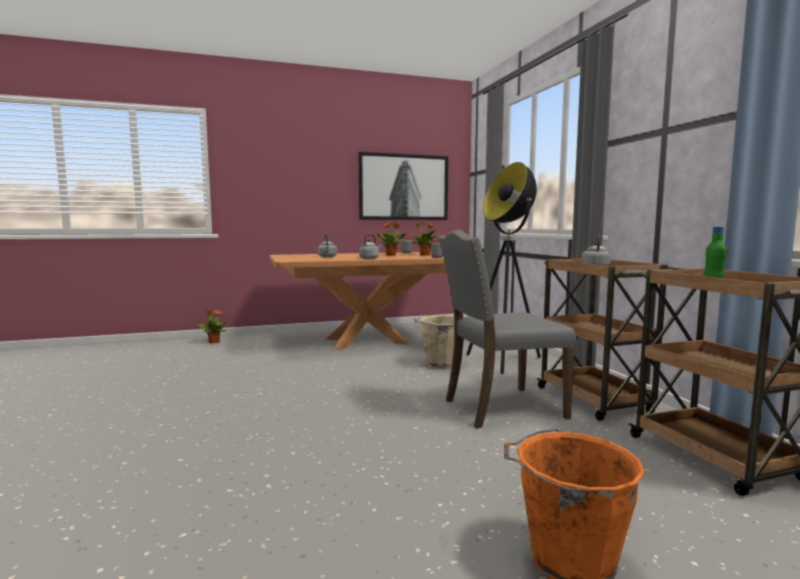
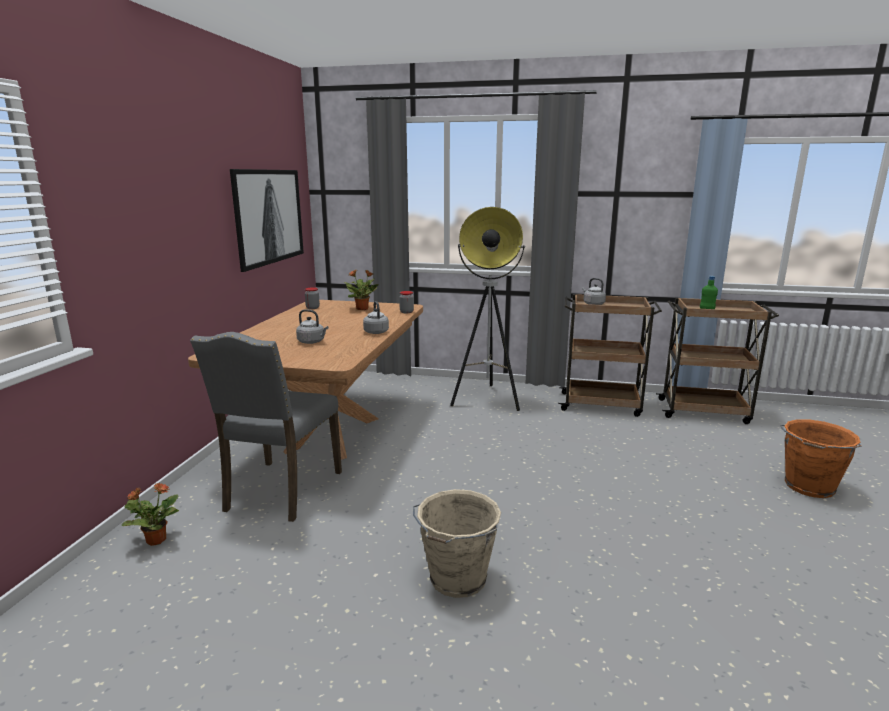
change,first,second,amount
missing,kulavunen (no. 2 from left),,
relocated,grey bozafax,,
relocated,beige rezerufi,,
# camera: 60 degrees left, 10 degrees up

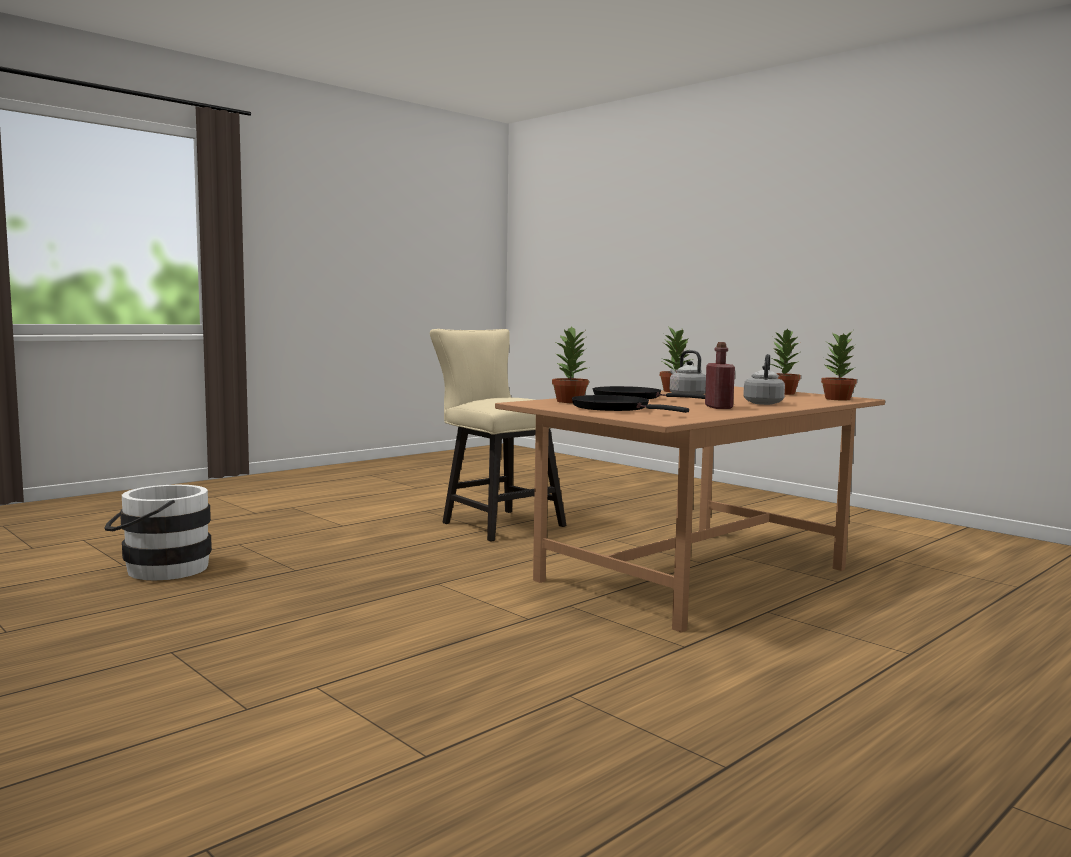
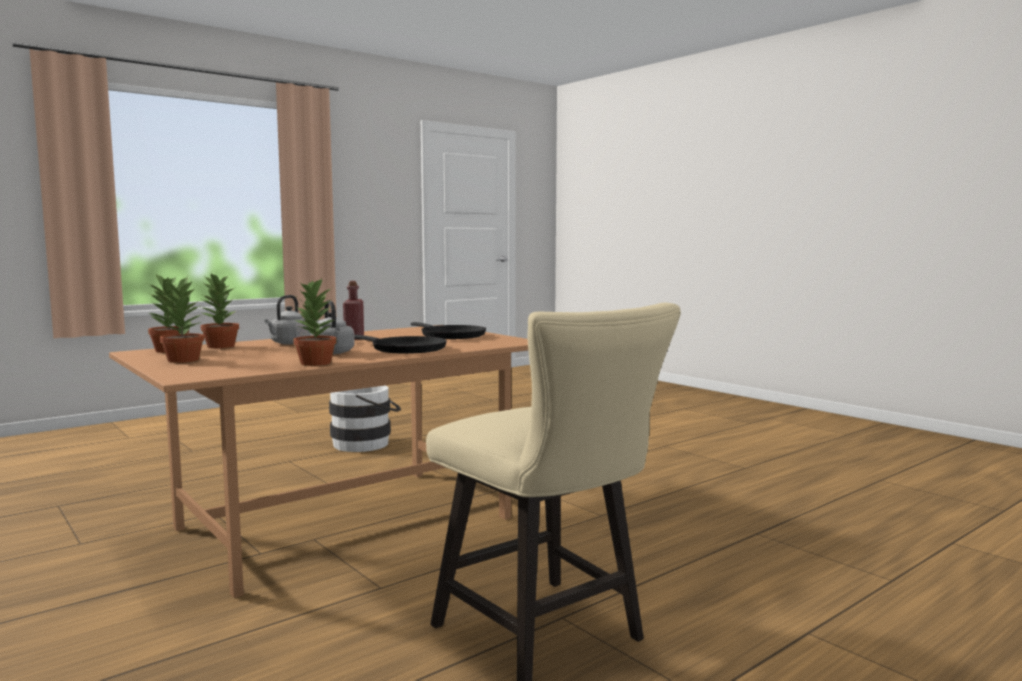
change,first,second,amount
relocated,kulavunen (no. 1 from left in the first image),kulavunen (no. 3 from left),
relocated,white rezerufi,,
# camera: 175 degrees left, 0 degrees up

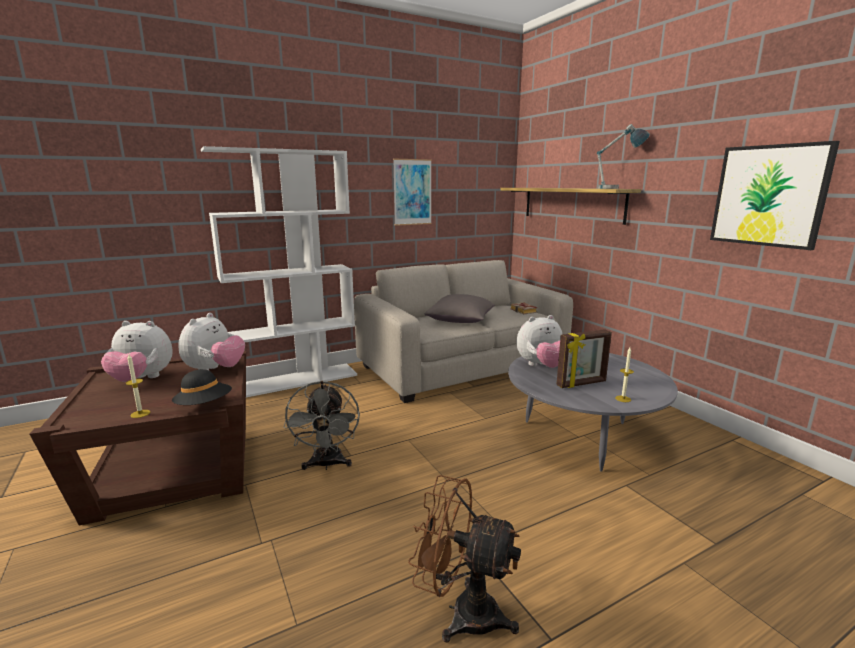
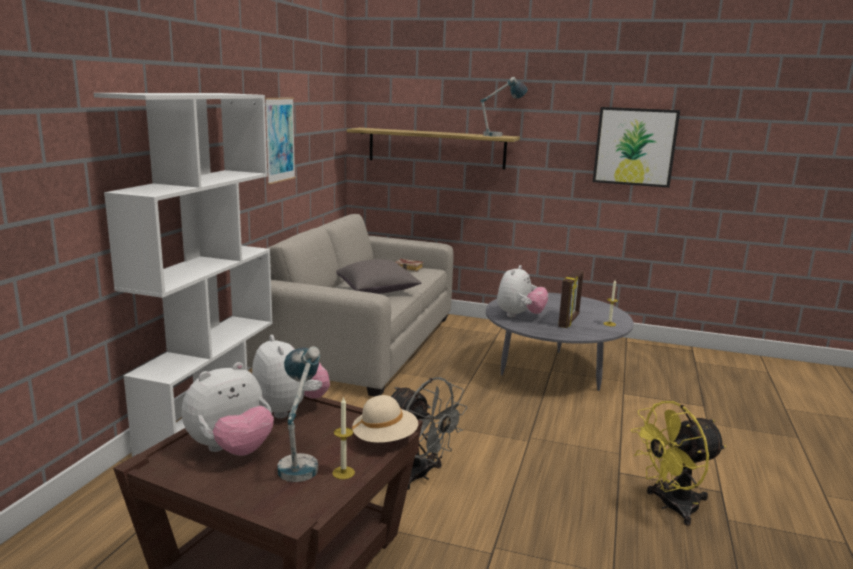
change,first,second,amount
colour,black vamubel,beige vamubel,
colour,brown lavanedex,yellow lavanedex,
appeared,,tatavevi (no. 1 from left),
# camera: 45 degrees left, 0 degrees up

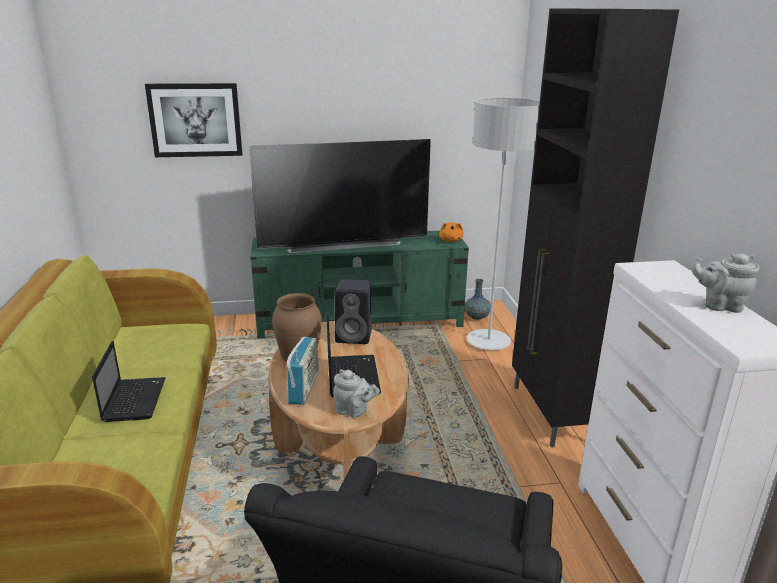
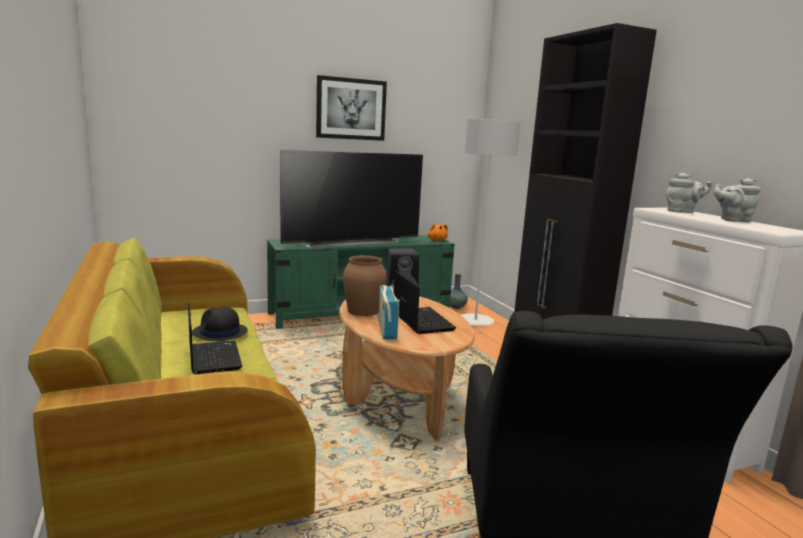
change,first,second,amount
relocated,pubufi,,
relocated,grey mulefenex (no. 1 from left),,
appeared,,black vamubel,
# camera: 15 degrees left, 10 degrees down

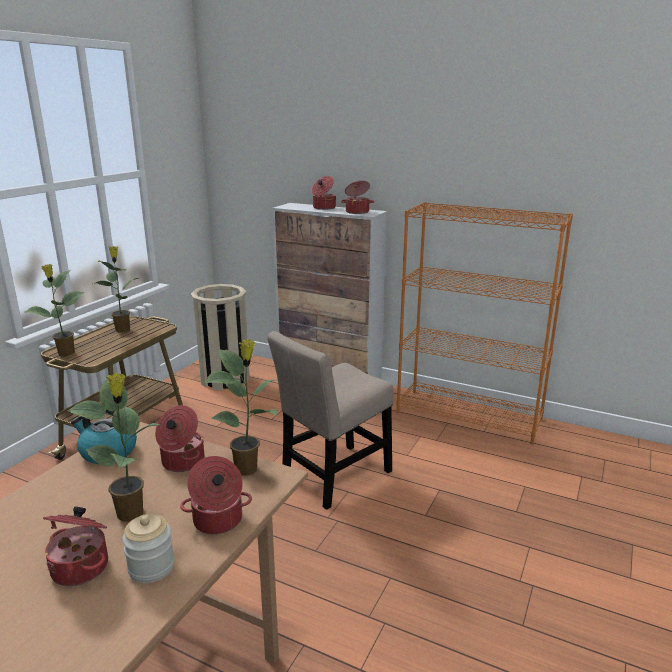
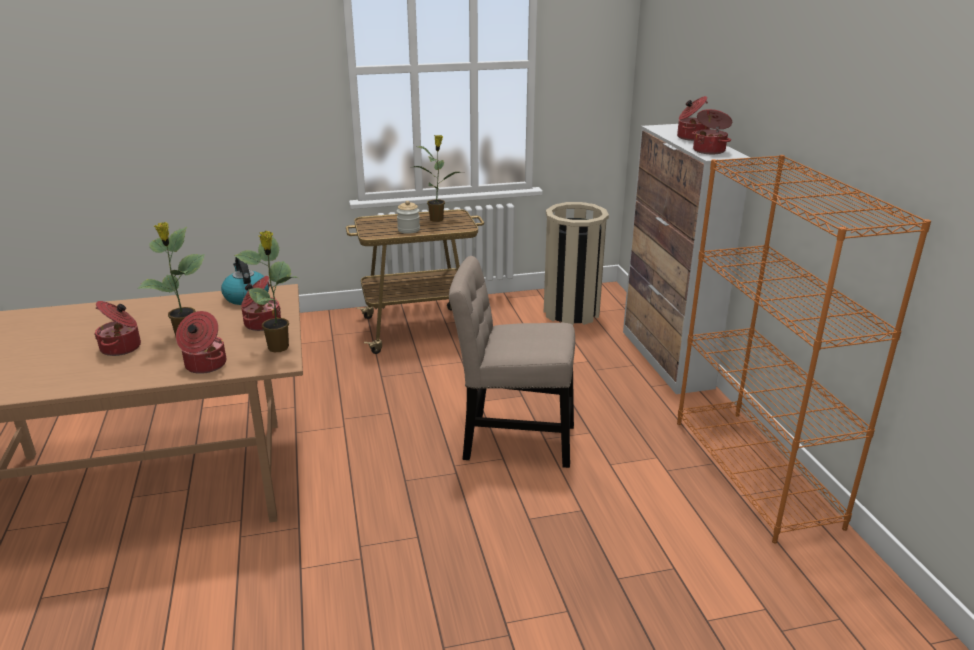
change,first,second,amount
missing,kulavunen (no. 1 from left),,
relocated,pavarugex,,
# camera: 50 degrees right, 5 degrees up

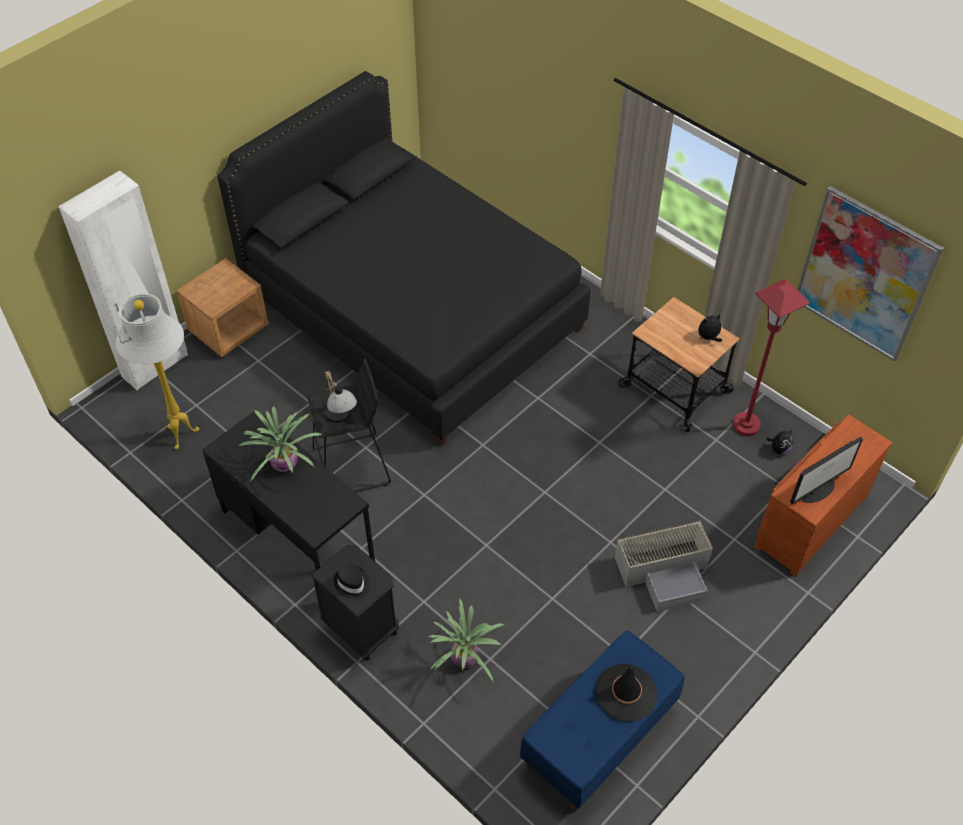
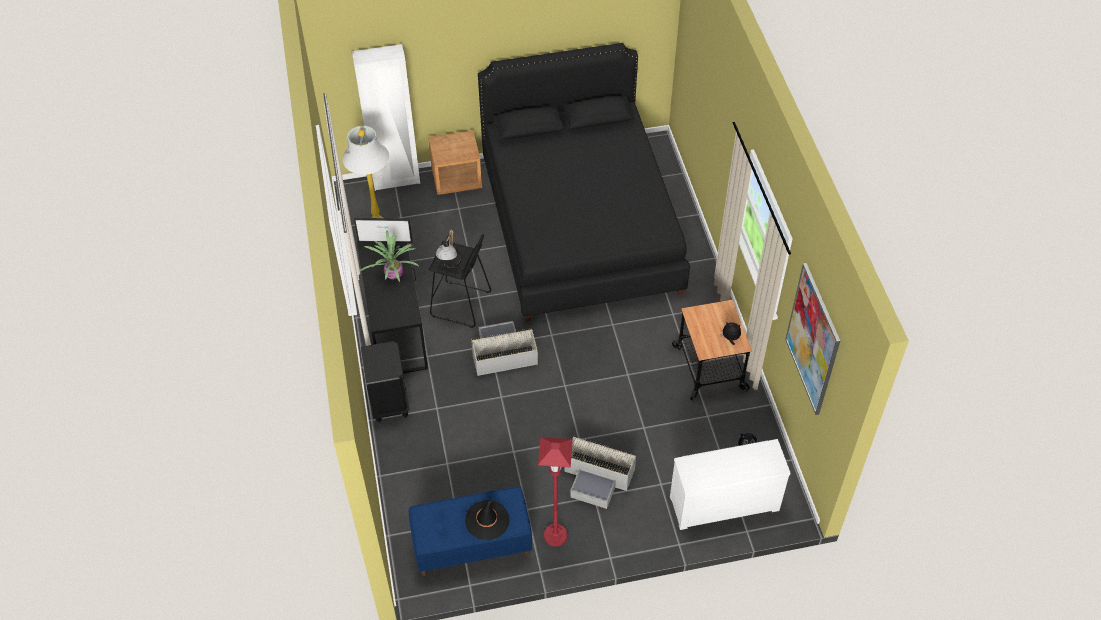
change,first,second,amount
relocated,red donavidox,,
colour,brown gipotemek,white gipotemek,
relocated,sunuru,,
missing,black vamubel (no. 1 from left),,
missing,kulavunen (no. 2 from left),,
appeared,,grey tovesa (no. 1 from left),
# camera: 35 degrees right, 0 degrees up

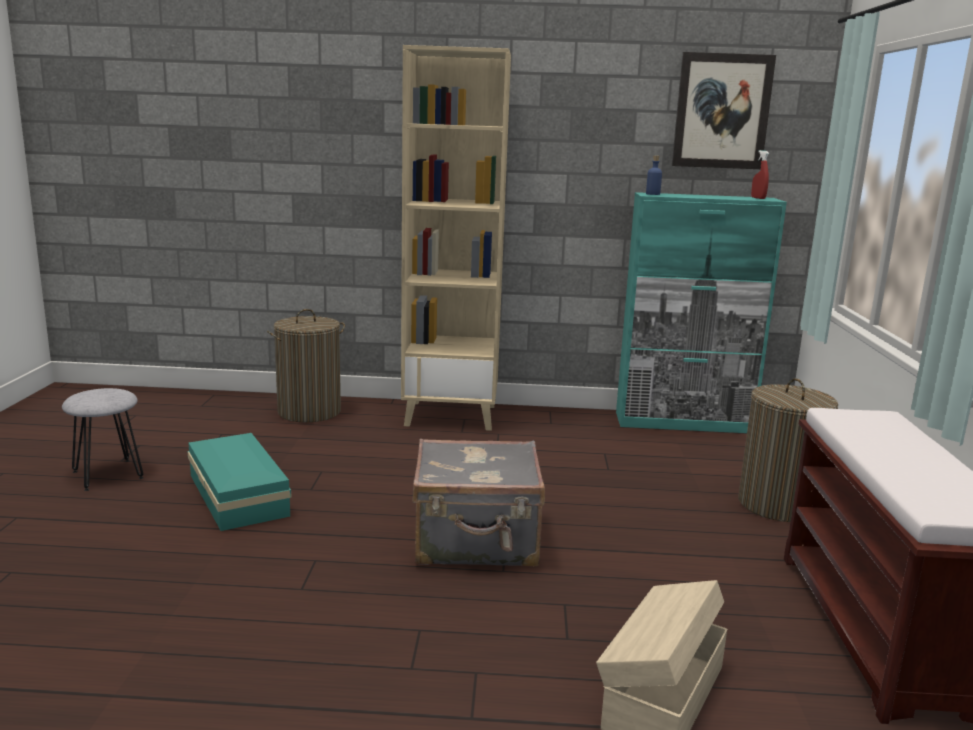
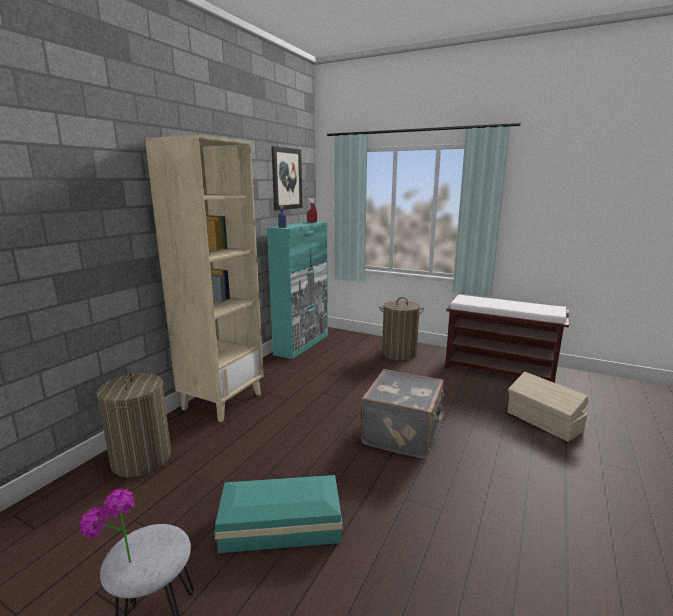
change,first,second,amount
appeared,,kulavunen,
# camera: 65 degrees left, 0 degrees up

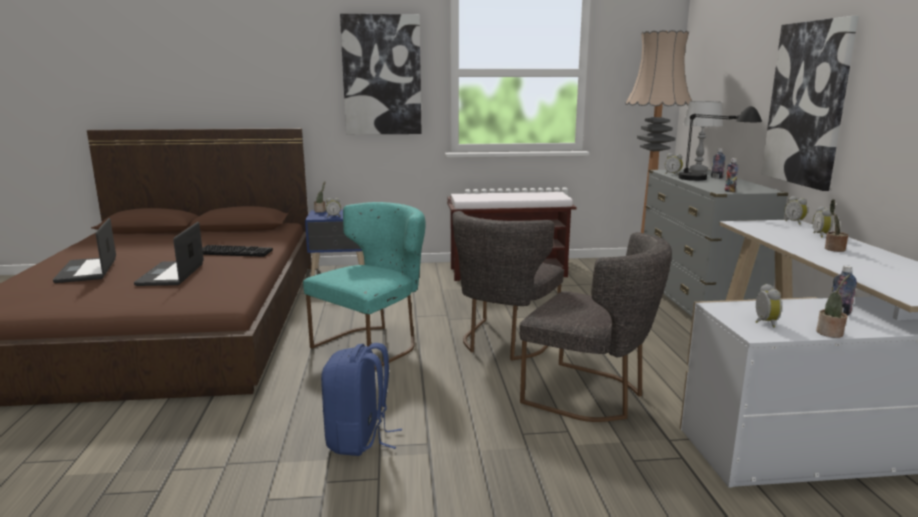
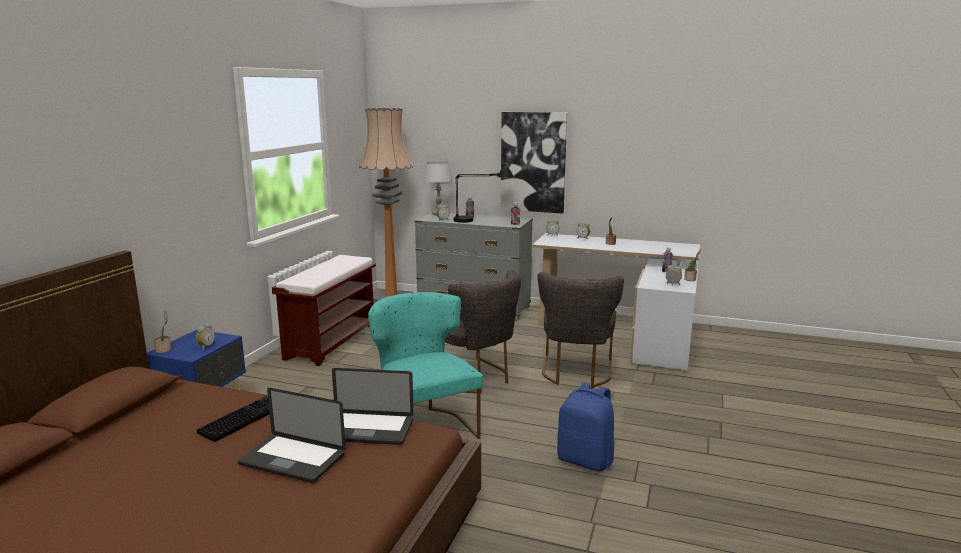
change,first,second,amount
missing,pubufi (no. 1 from left),,
relocated,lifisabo (no. 1 from left in the first image),lifisabo (no. 2 from left),
spun,grey bozafax (no. 2 from left),,135 degrees clockwise
# camera: 65 degrees left, 0 degrees up

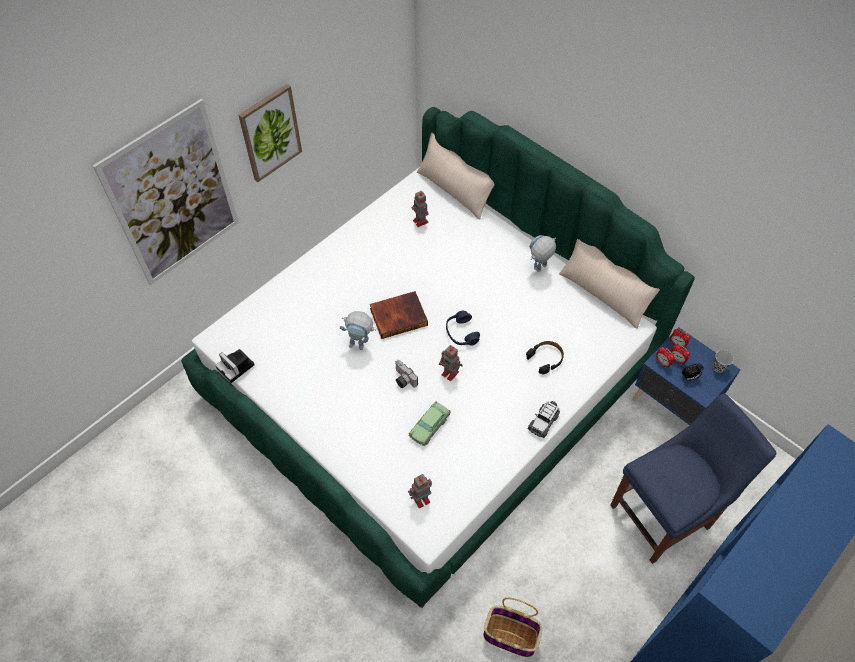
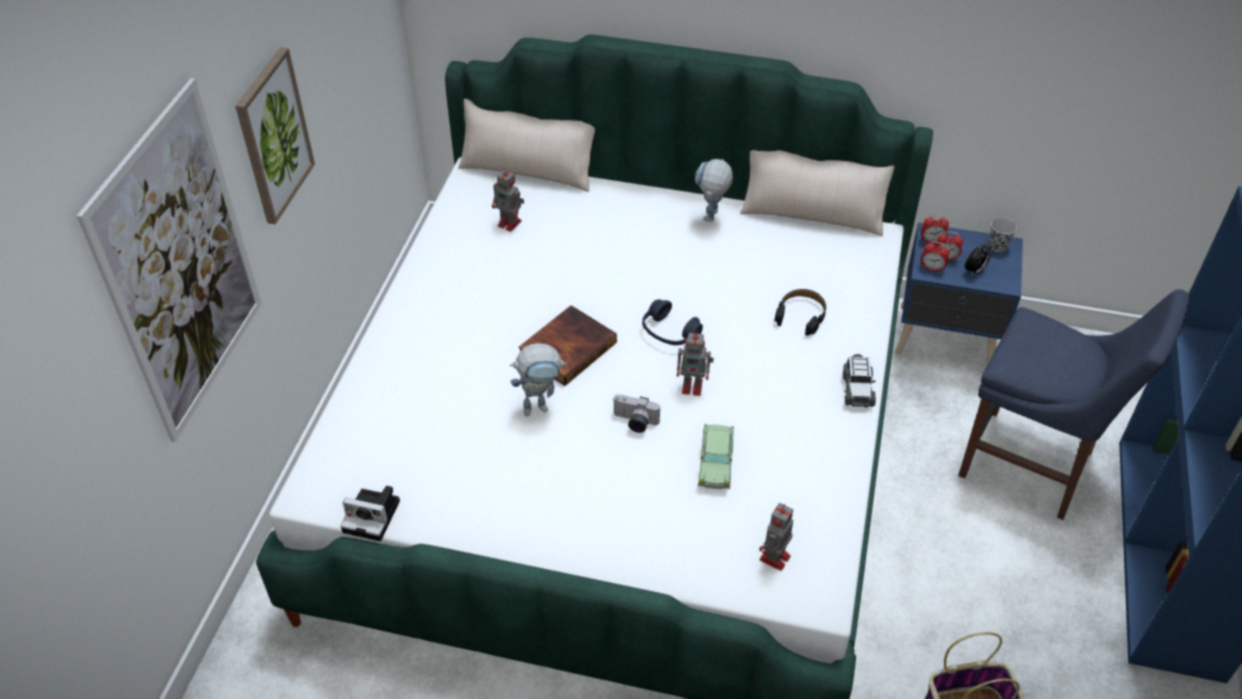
change,first,second,amount
spun,blue bozafax,,90 degrees clockwise
# camera: 30 degrees left, 10 degrees down

